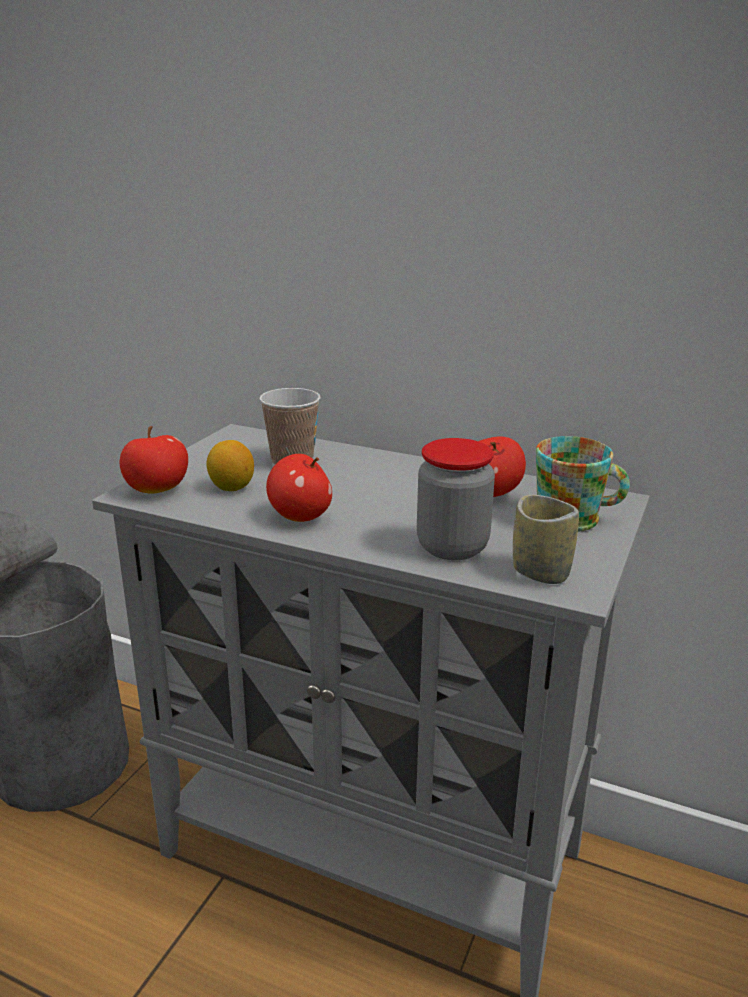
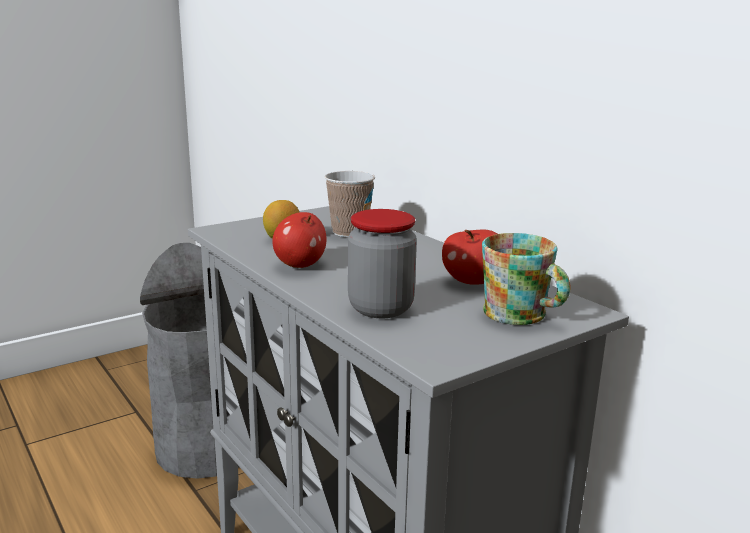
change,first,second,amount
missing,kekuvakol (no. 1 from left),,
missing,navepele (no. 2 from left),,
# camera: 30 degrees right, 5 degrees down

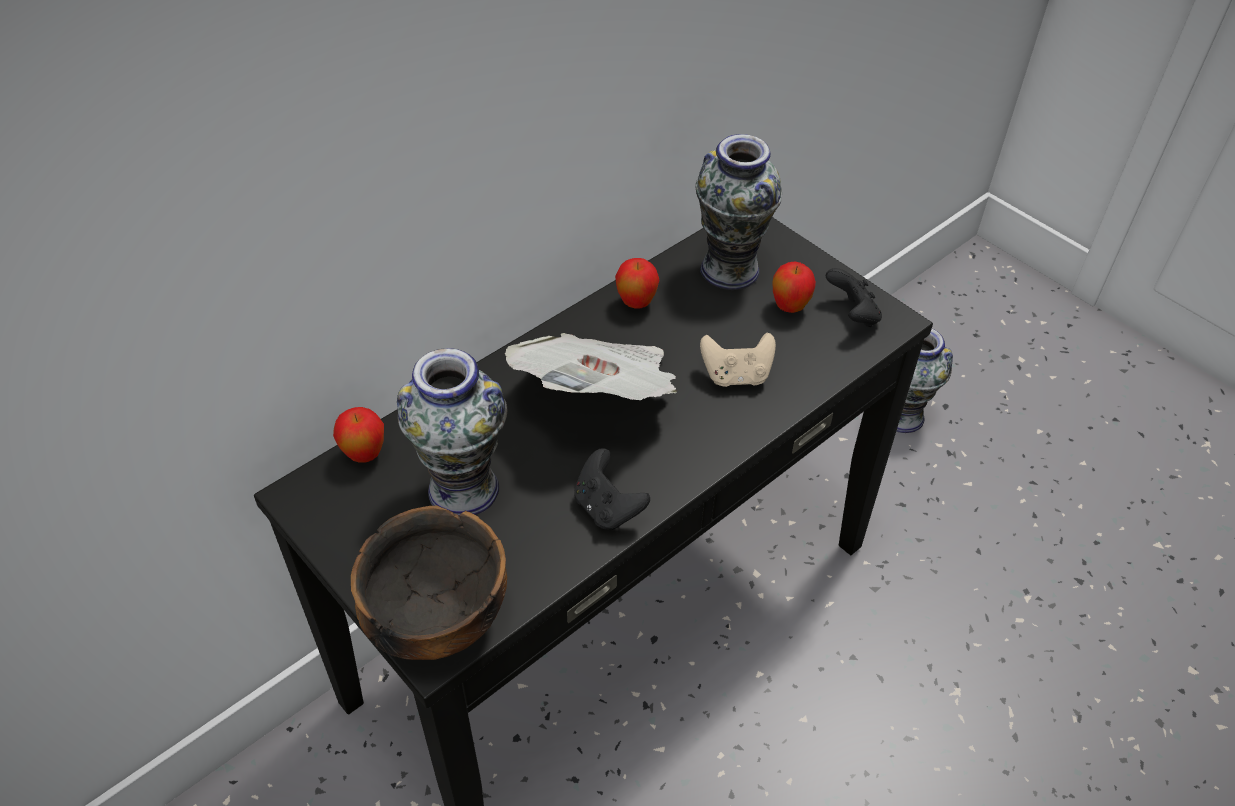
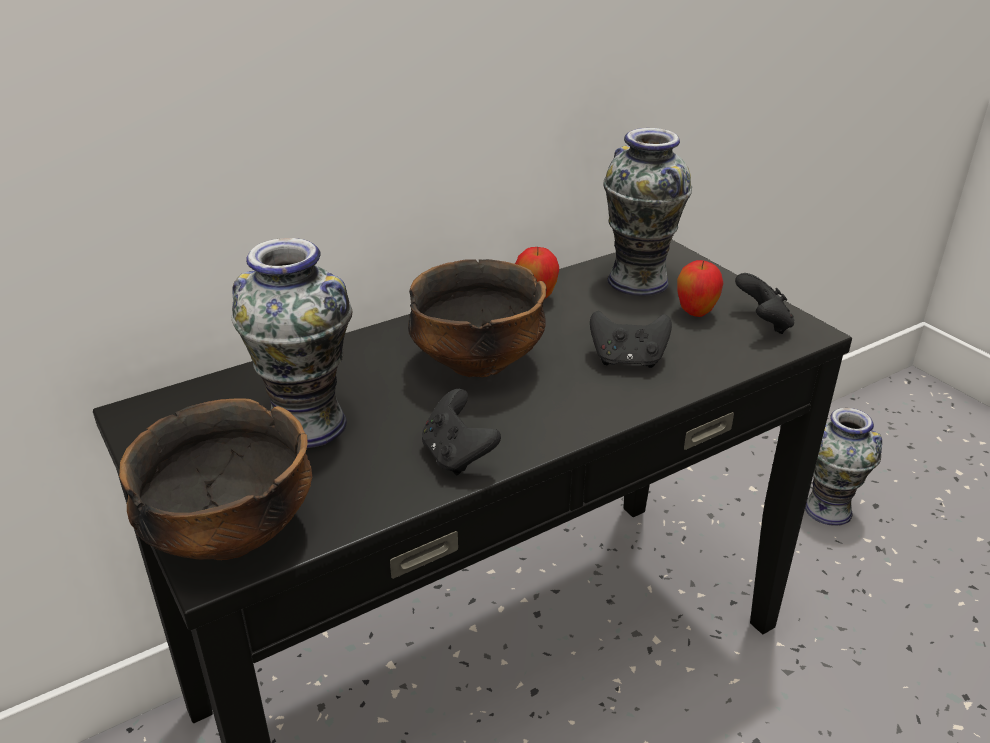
change,first,second,amount
exchanged,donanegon,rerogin (no. 2 from left),
colour,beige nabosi,black nabosi (no. 2 from left),
missing,kekuvakol (no. 1 from left),,
# camera: 10 degrees right, 15 degrees down

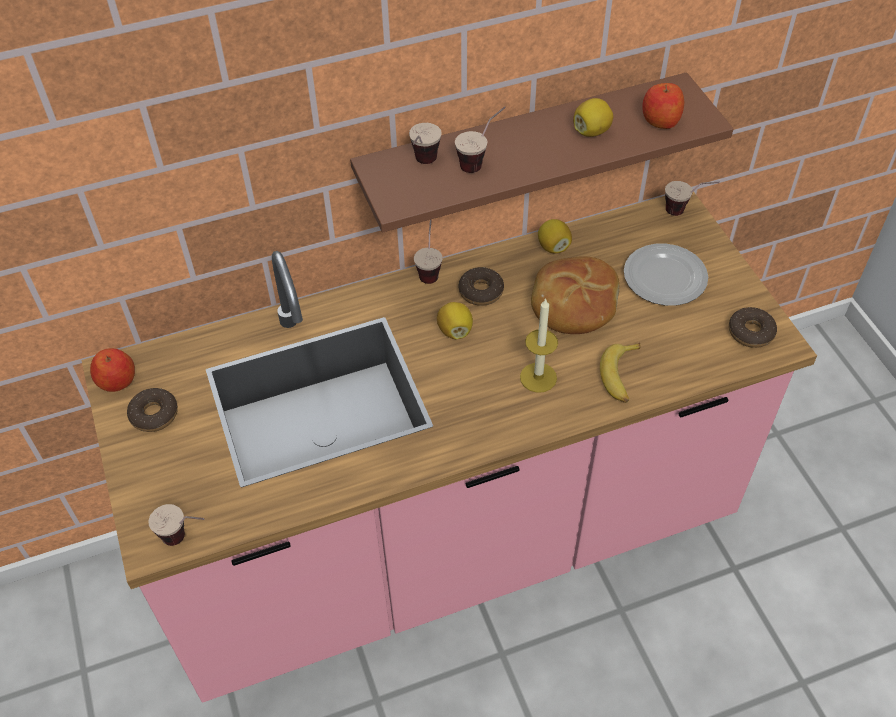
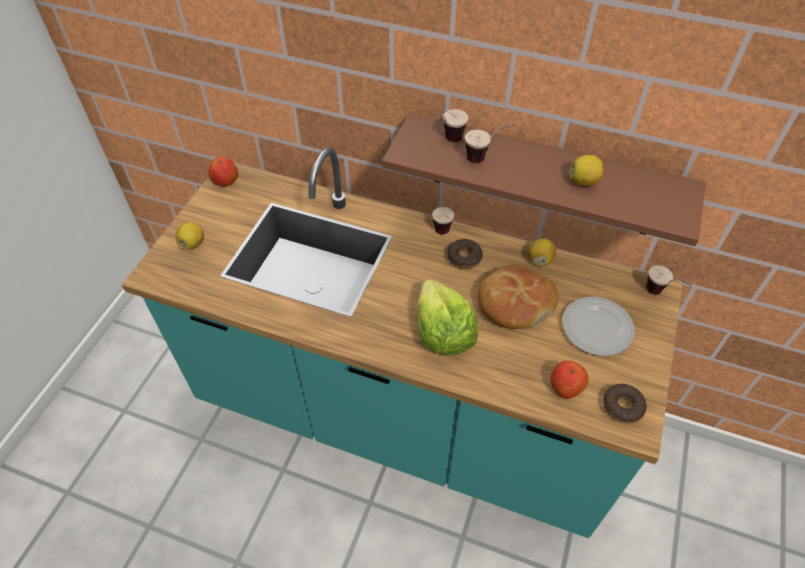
change,first,second,amount
relocated,kekuvakol (no. 2 from left),,
colour,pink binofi,turquoise binofi,
exchanged,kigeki,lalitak,
relocated,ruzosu (no. 1 from left),,
missing,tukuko,,
missing,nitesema (no. 1 from left),,
missing,navepele (no. 1 from left),,
# camera: 40 degrees right, 0 degrees up

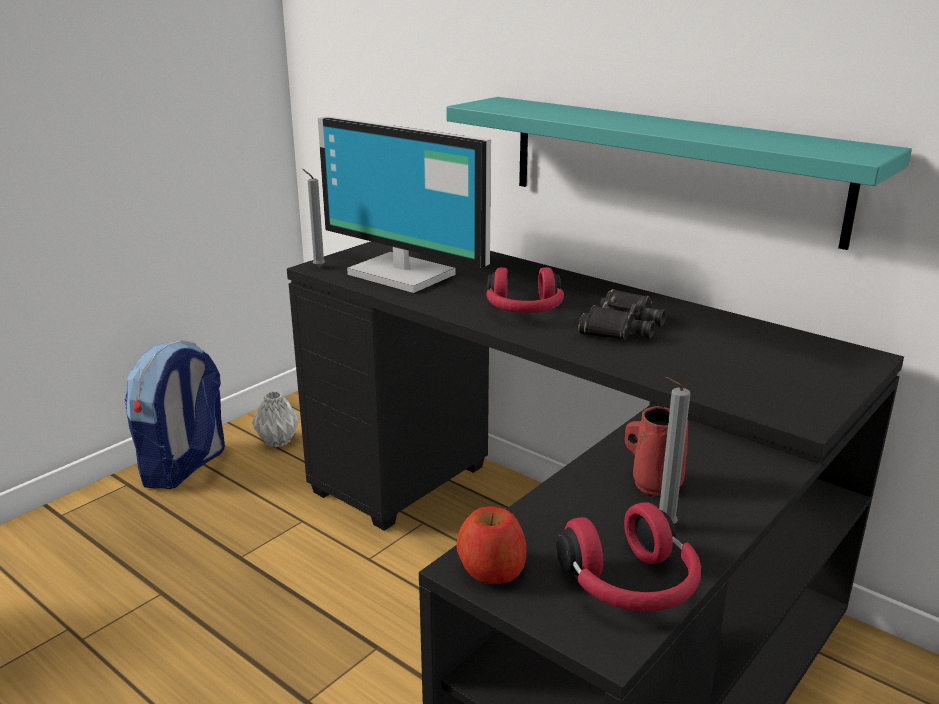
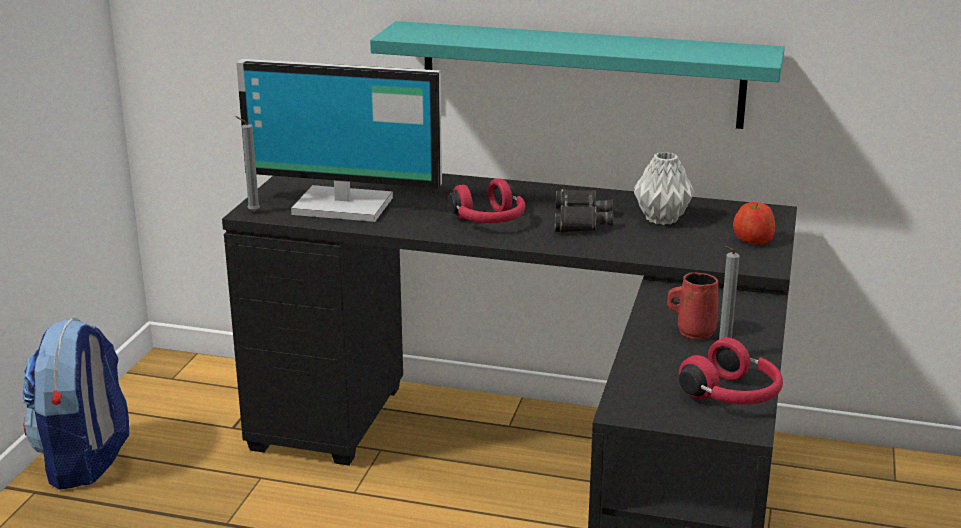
change,first,second,amount
relocated,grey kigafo,,
relocated,kekuvakol,,
# camera: 25 degrees left, 0 degrees up

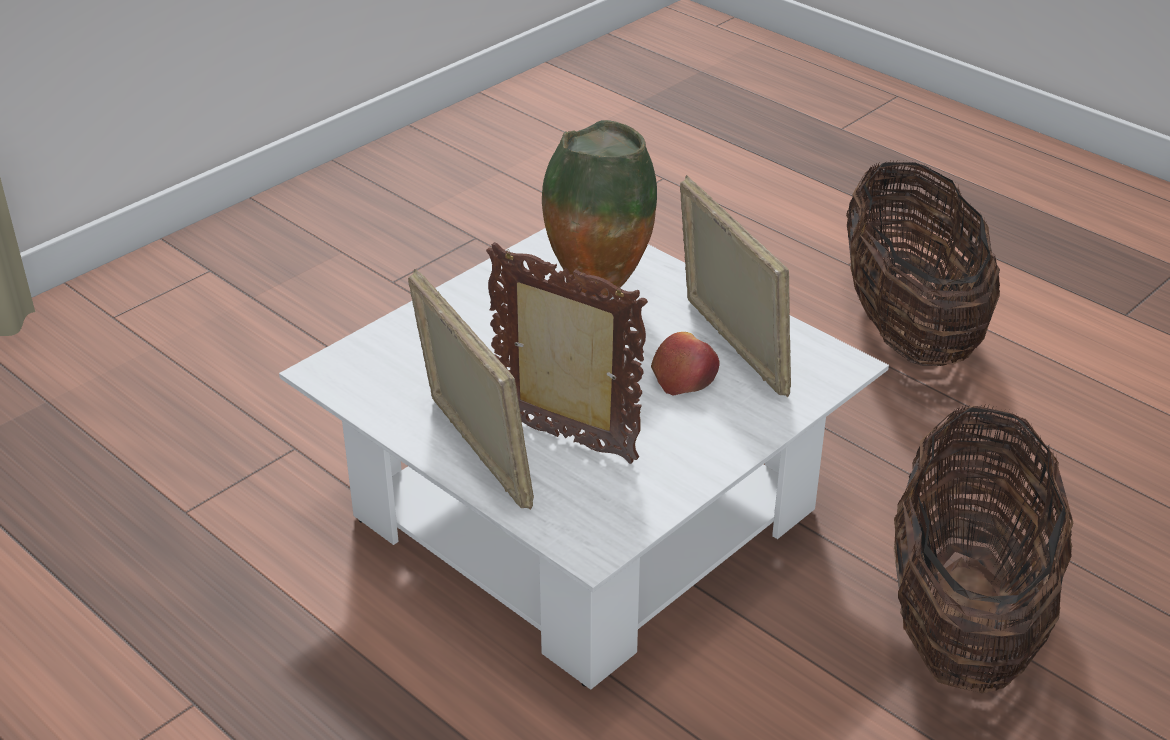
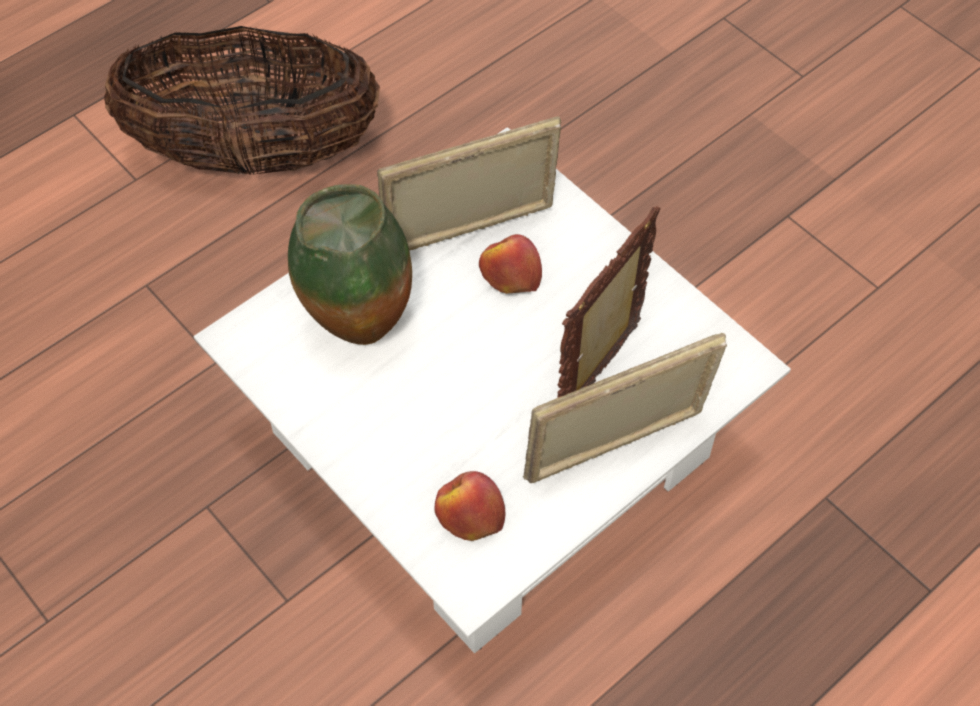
change,first,second,amount
missing,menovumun (no. 2 from left),,
appeared,,kekuvakol (no. 1 from left),
# camera: 85 degrees left, 20 degrees up

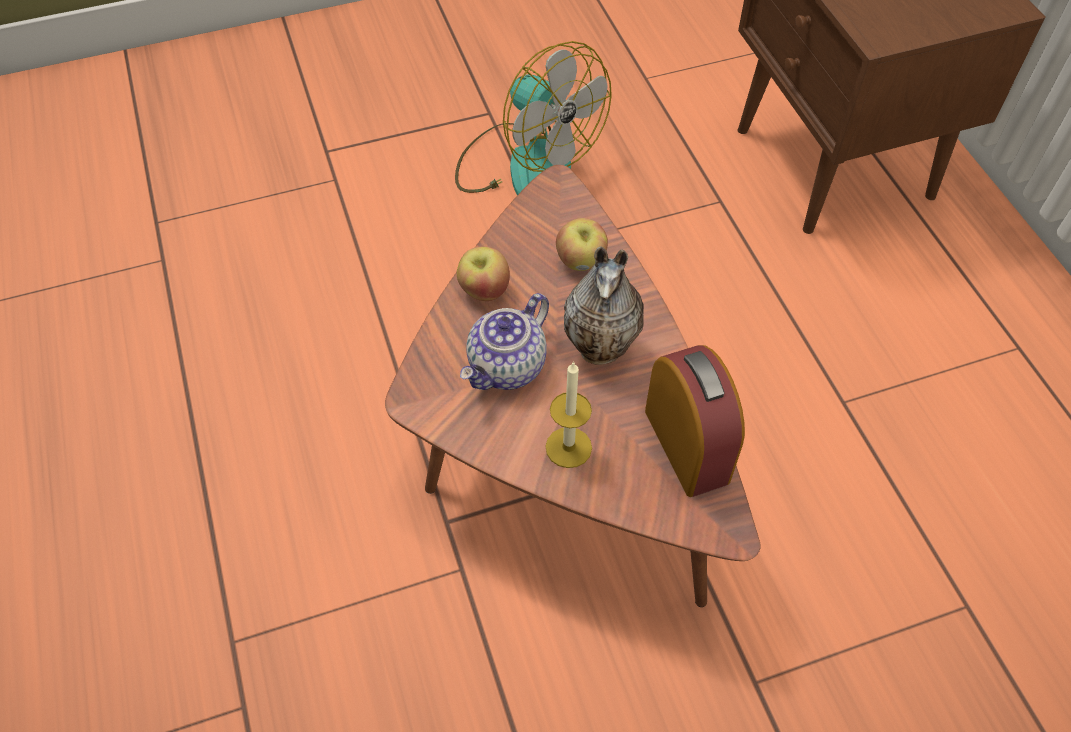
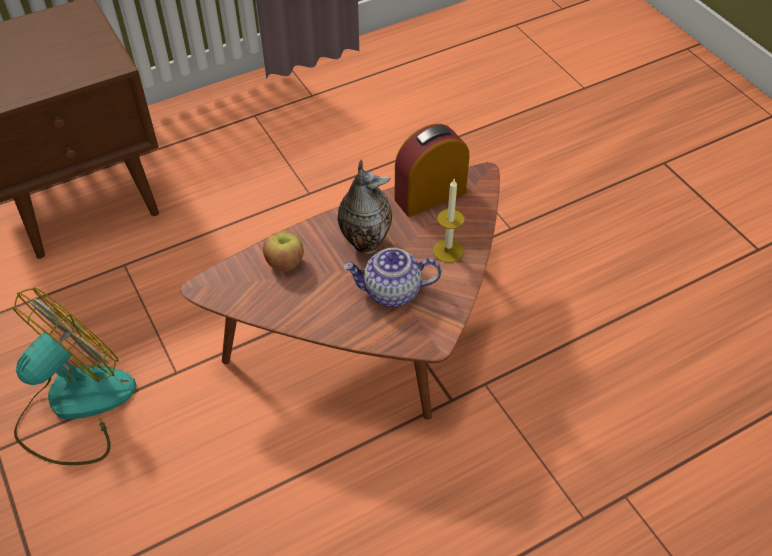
change,first,second,amount
missing,kekuvakol (no. 1 from left),,
spun,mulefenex,,150 degrees clockwise
# camera: 100 degrees left, 5 degrees down

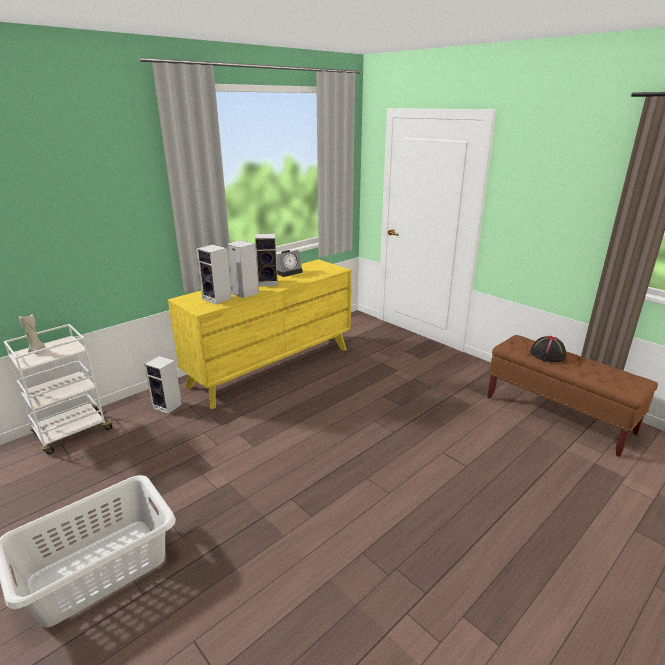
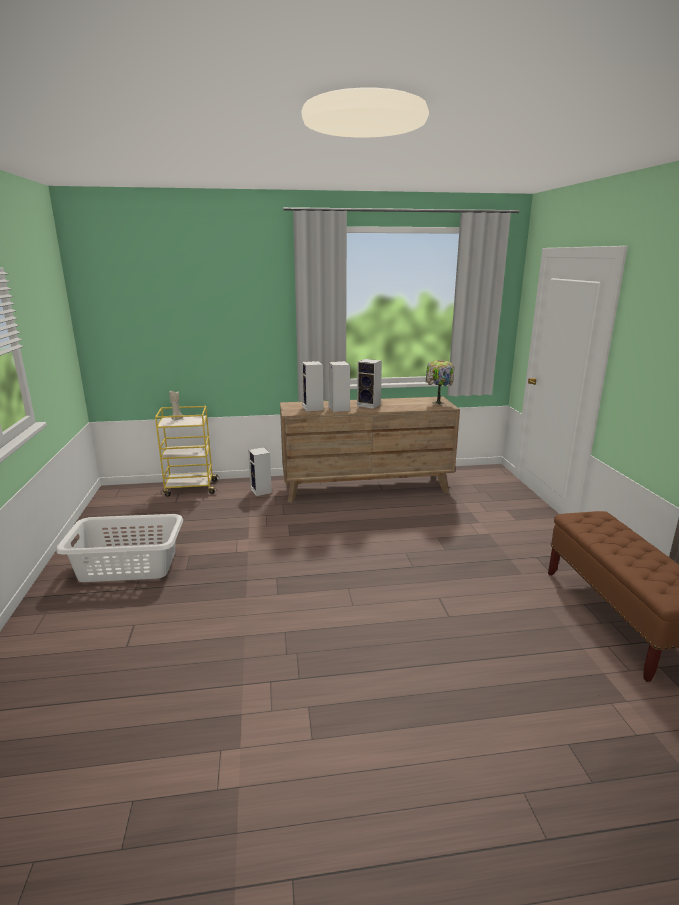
change,first,second,amount
missing,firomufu,,
colour,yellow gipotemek,brown gipotemek,
colour,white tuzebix,yellow tuzebix,
missing,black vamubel,,
appeared,,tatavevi,
# camera: 35 degrees right, 5 degrees down

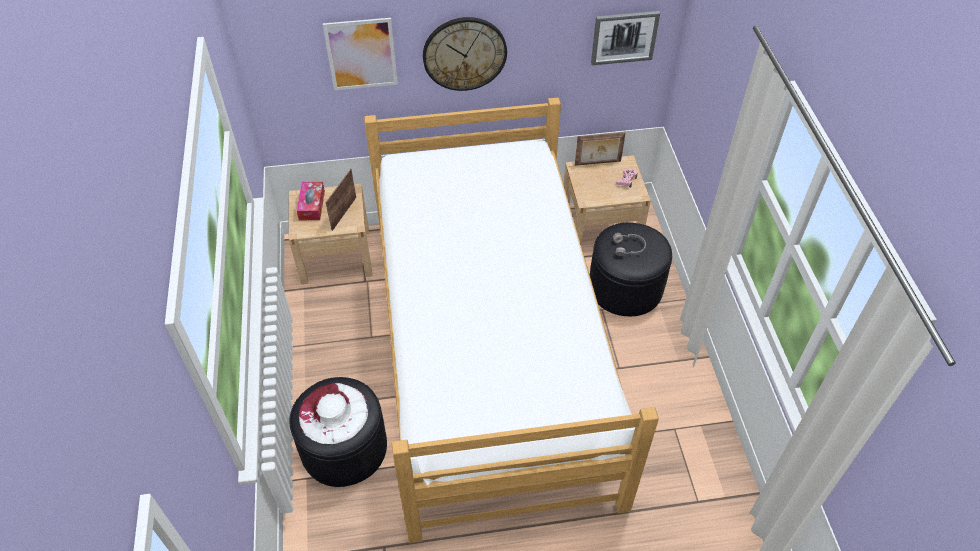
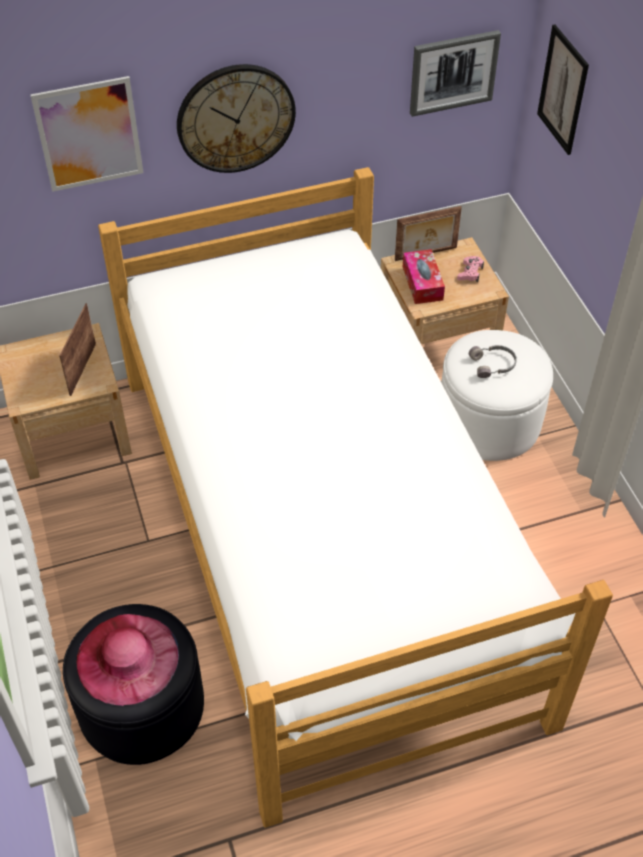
change,first,second,amount
relocated,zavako,,
colour,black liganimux (no. 2 from left),white liganimux,
colour,white vamubel,pink vamubel,
appeared,,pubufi (no. 3 from left),
# camera: 10 degrees left, 0 degrees up

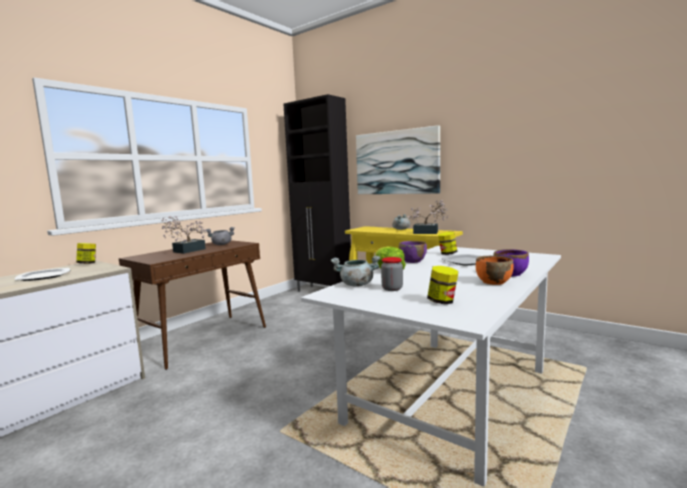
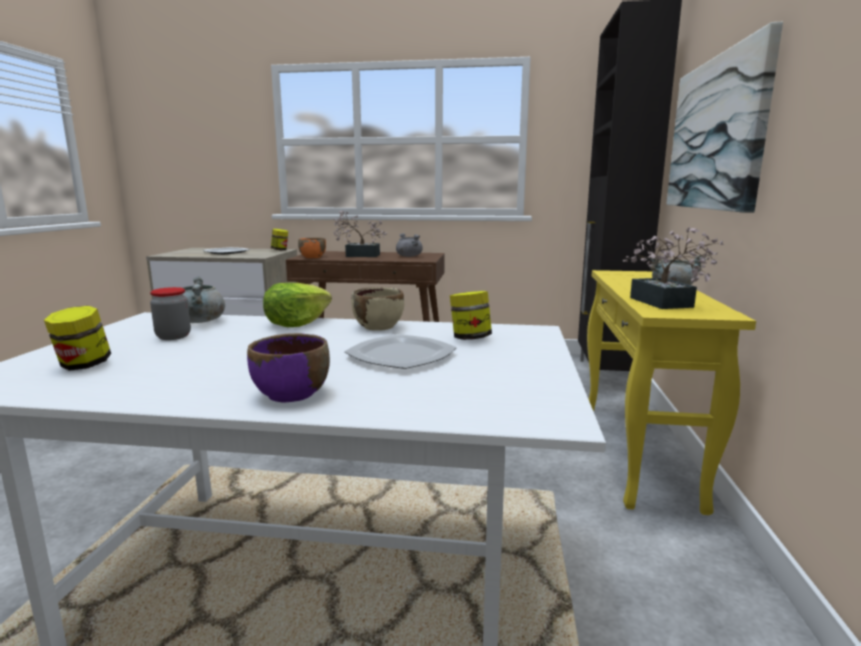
change,first,second,amount
colour,purple rerogin (no. 1 from left),beige rerogin,
relocated,orange rerogin,,
# camera: 60 degrees right, 5 degrees up

